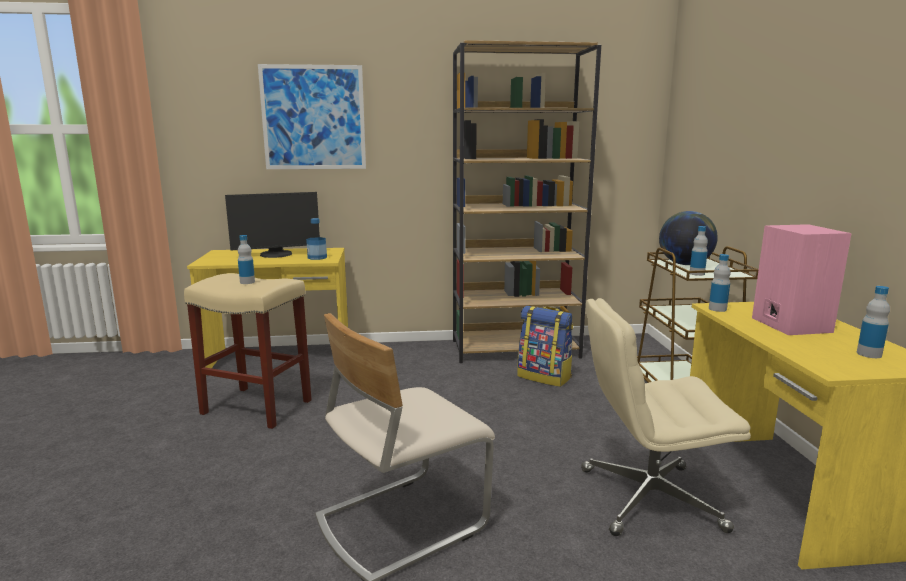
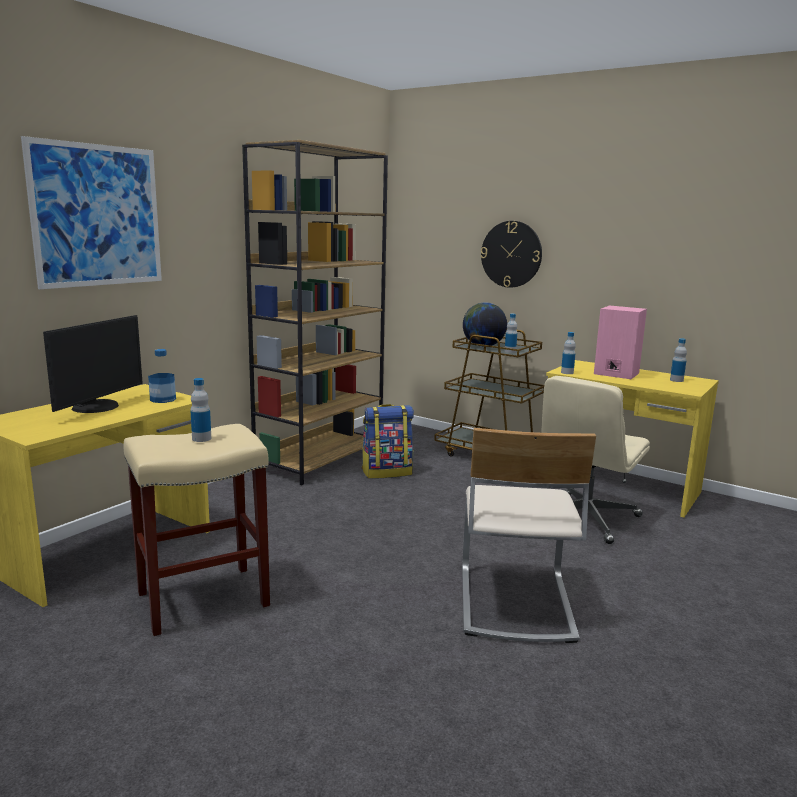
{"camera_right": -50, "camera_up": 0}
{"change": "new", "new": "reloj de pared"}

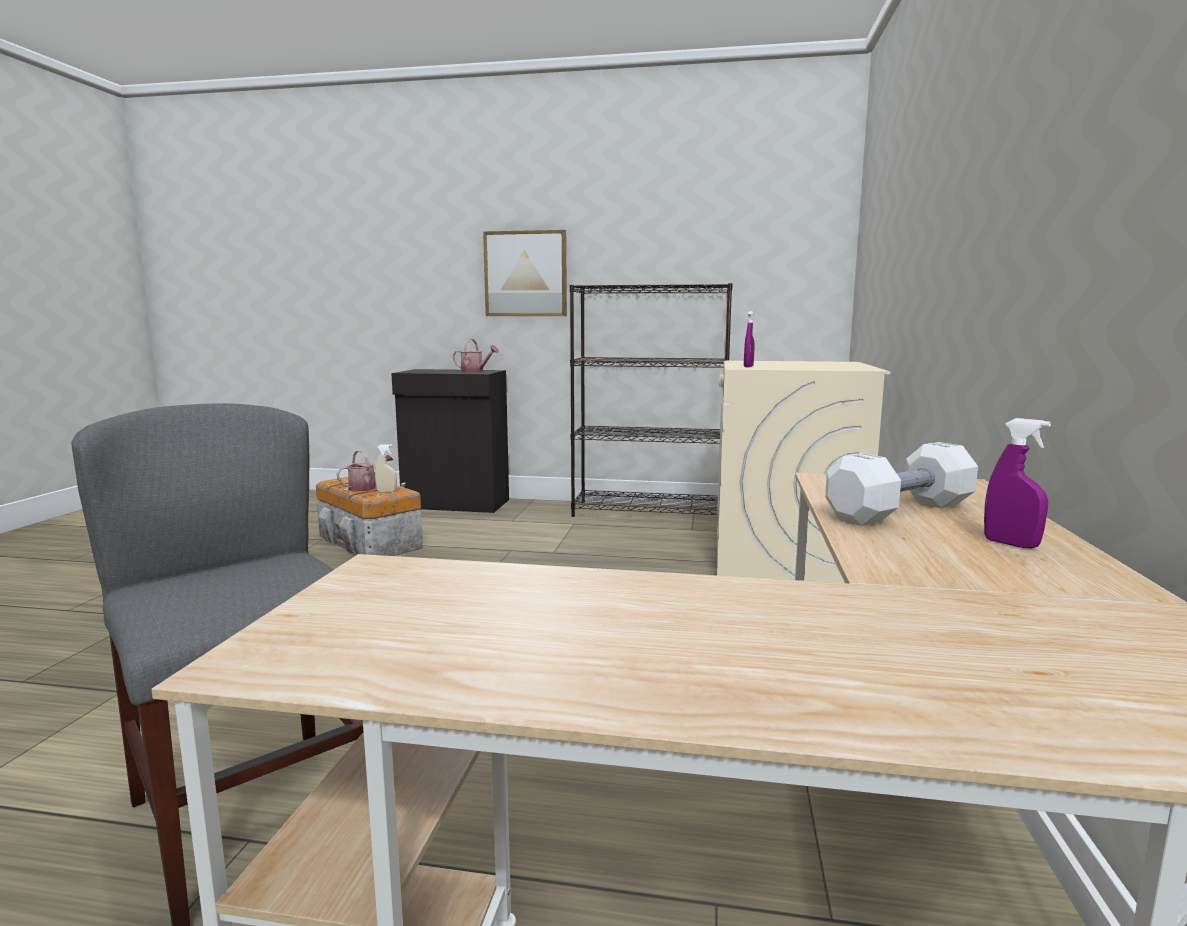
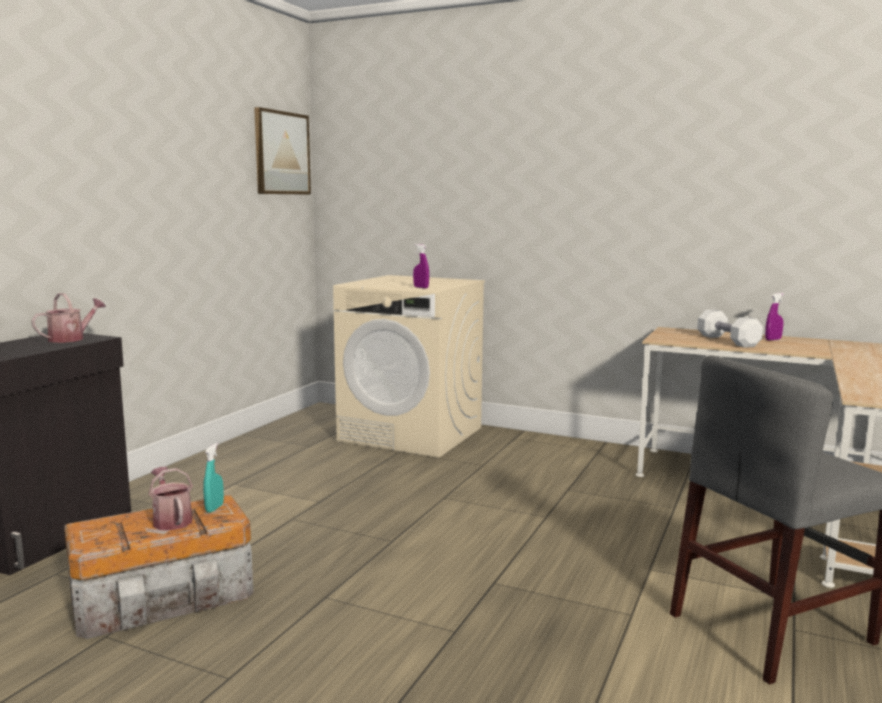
{"camera_right": -75, "camera_up": 0}
{"change": "repainted", "old": "pulverizador (beis)", "new": "pulverizador (turquesa)"}
{"change": "shifted", "old": "cuadro"}
{"change": "gone", "old": "estantería (negro)"}

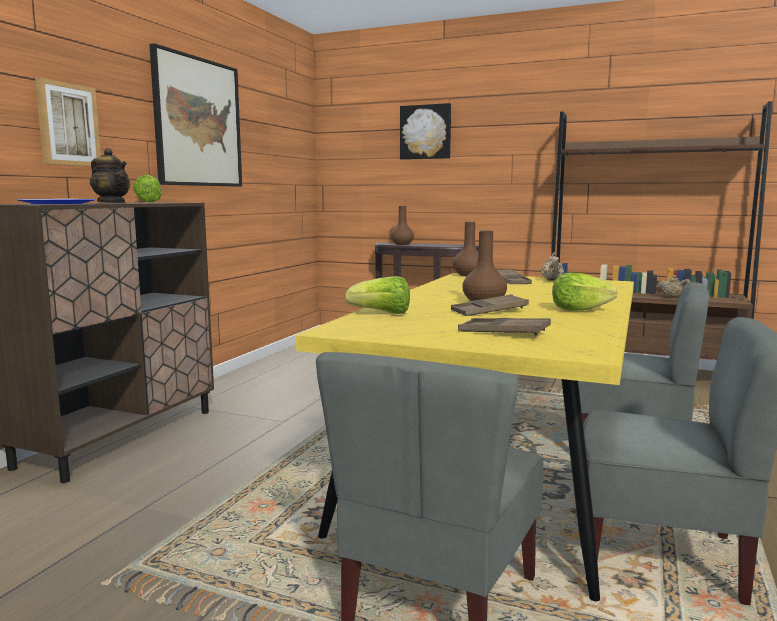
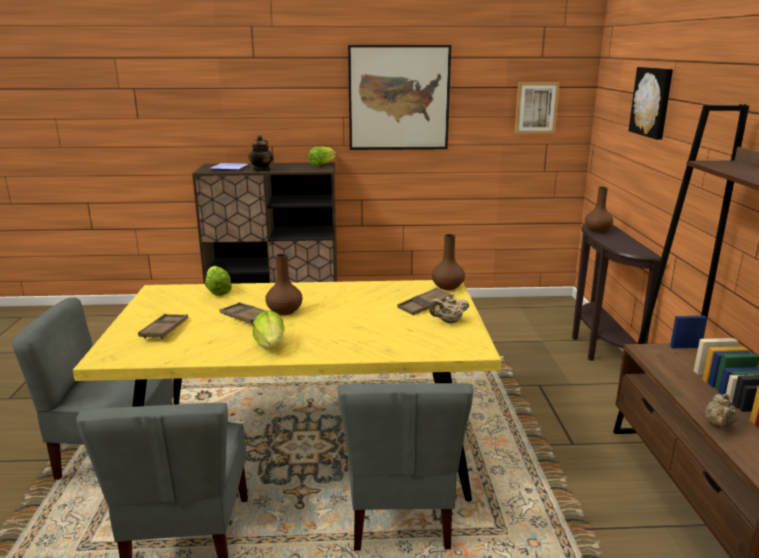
{"camera_right": 65, "camera_up": 10}
{"change": "shifted", "old": "cuadro (no. 1 from left in the first image)", "new": "cuadro (no. 2 from left)"}

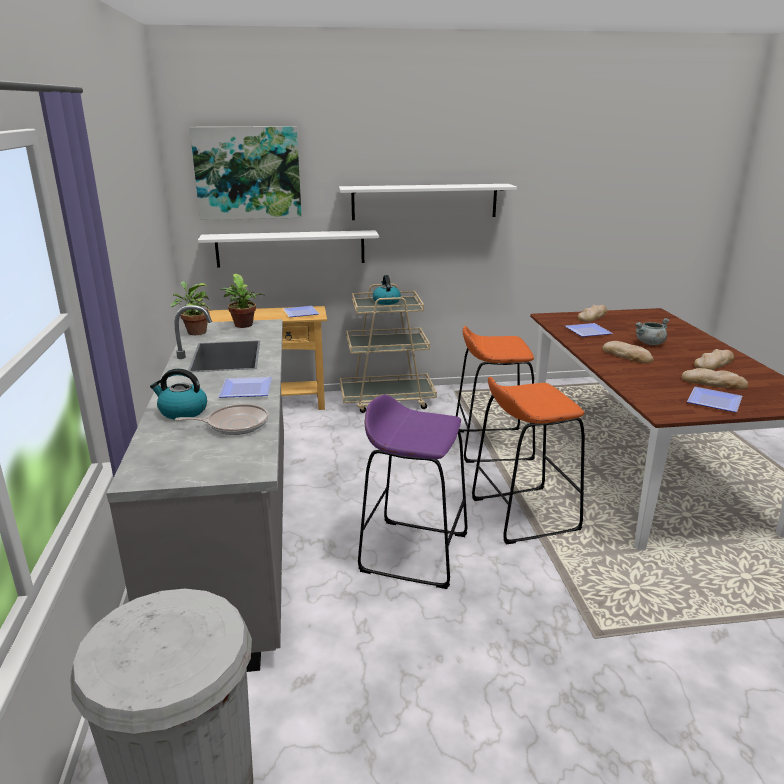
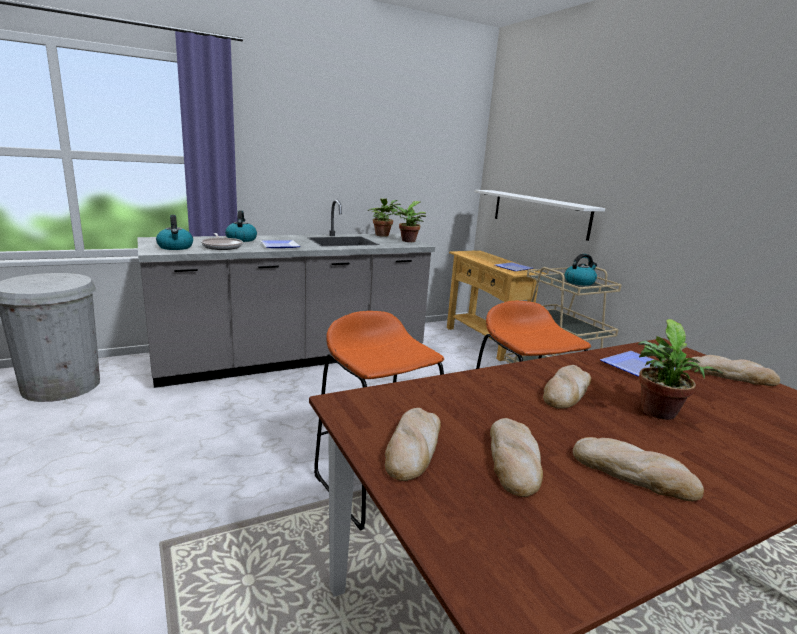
{"camera_right": 70, "camera_up": -5}
{"change": "gone", "old": "cuadro"}
{"change": "gone", "old": "estante (blanco) (no. 2 from left)"}
{"change": "gone", "old": "taburete (morado)"}
{"change": "swapped", "old": "olla (gris)", "new": "planta en maceta (no. 3 from left)"}
{"change": "swapped", "old": "plato (no. 4 from left)", "new": "pan (no. 1 from left)"}
{"change": "new", "new": "hervidor (no. 1 from left)"}

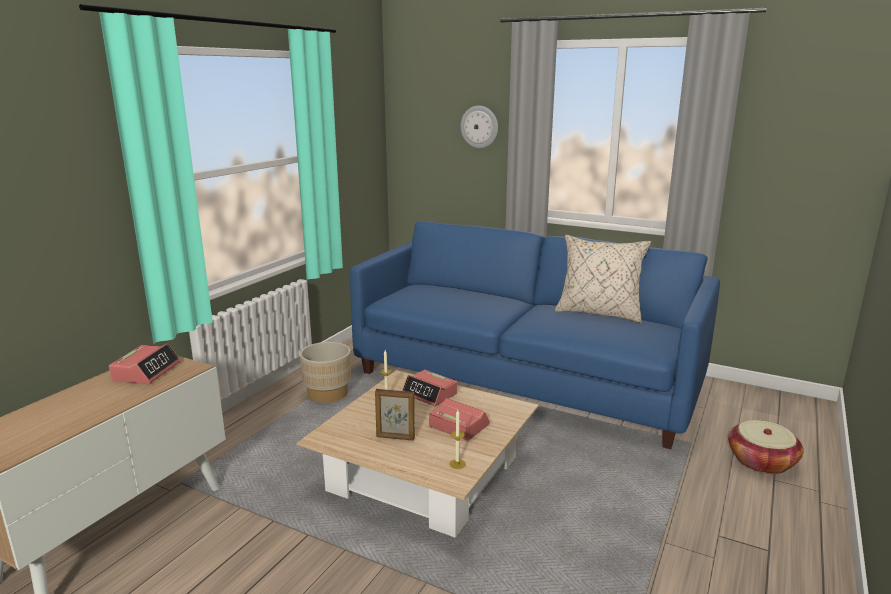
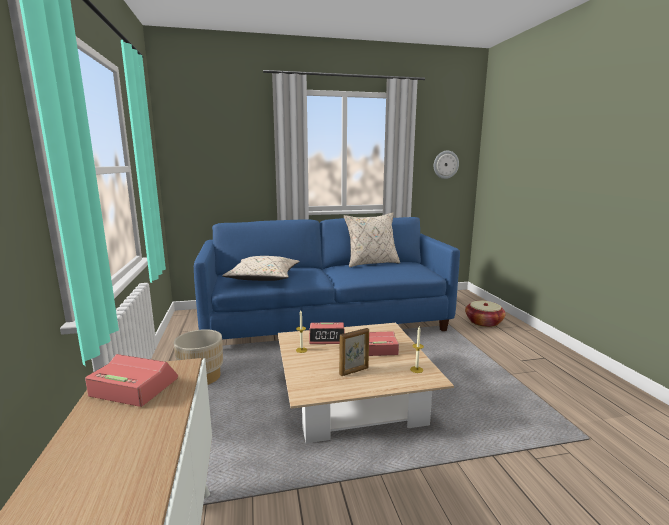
{"camera_right": -40, "camera_up": -5}
{"change": "rotated", "old": "despertador (no. 1 from left)", "degrees": -45}
{"change": "shifted", "old": "reloj de pared"}
{"change": "new", "new": "cojín (beis) (no. 1 from left)"}

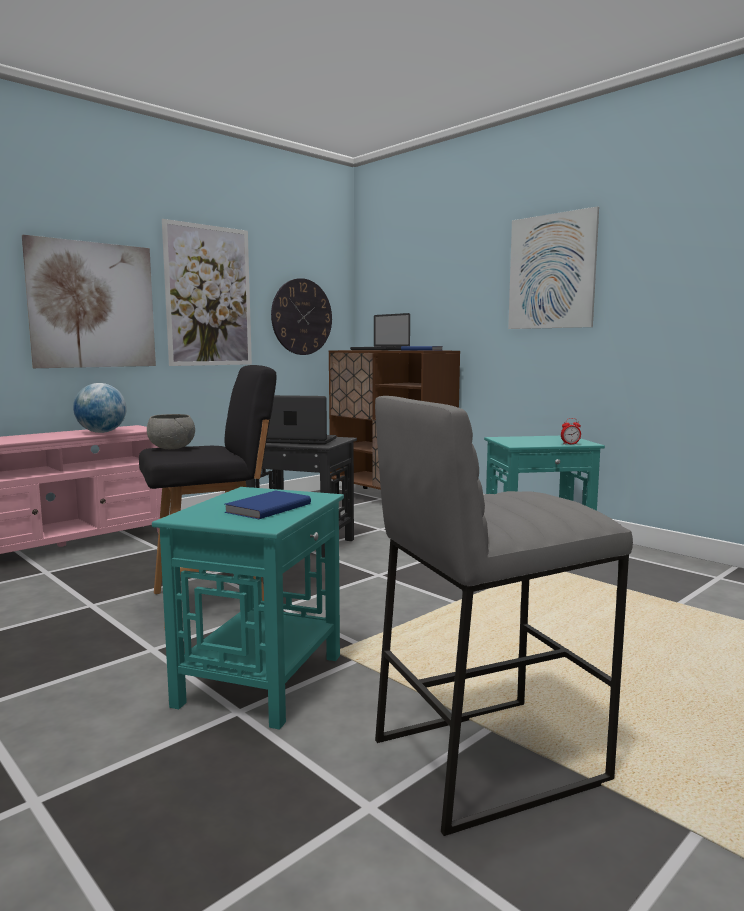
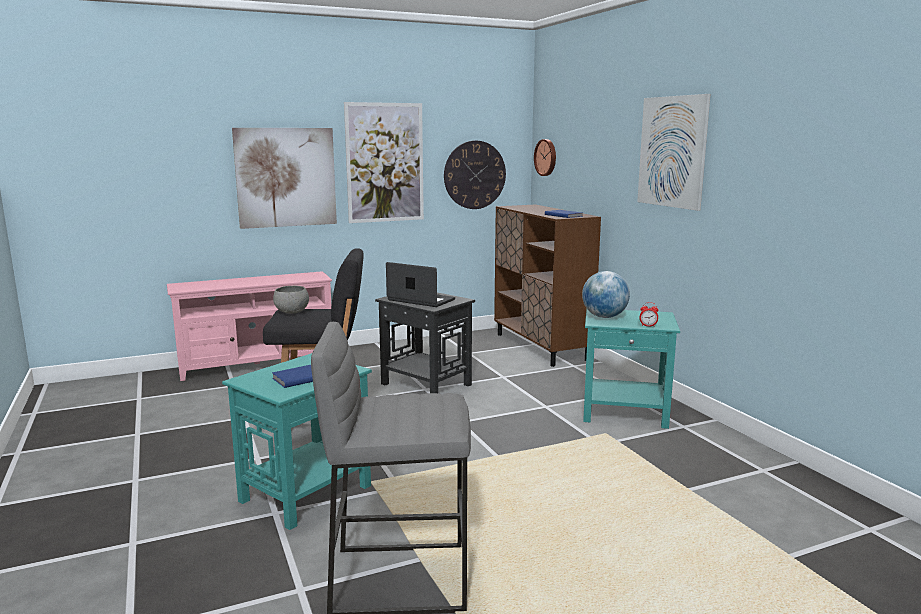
{"camera_right": 20, "camera_up": 5}
{"change": "shifted", "old": "globo terráqueo"}
{"change": "gone", "old": "portátil (no. 2 from left)"}
{"change": "new", "new": "reloj de pared (no. 2 from left)"}

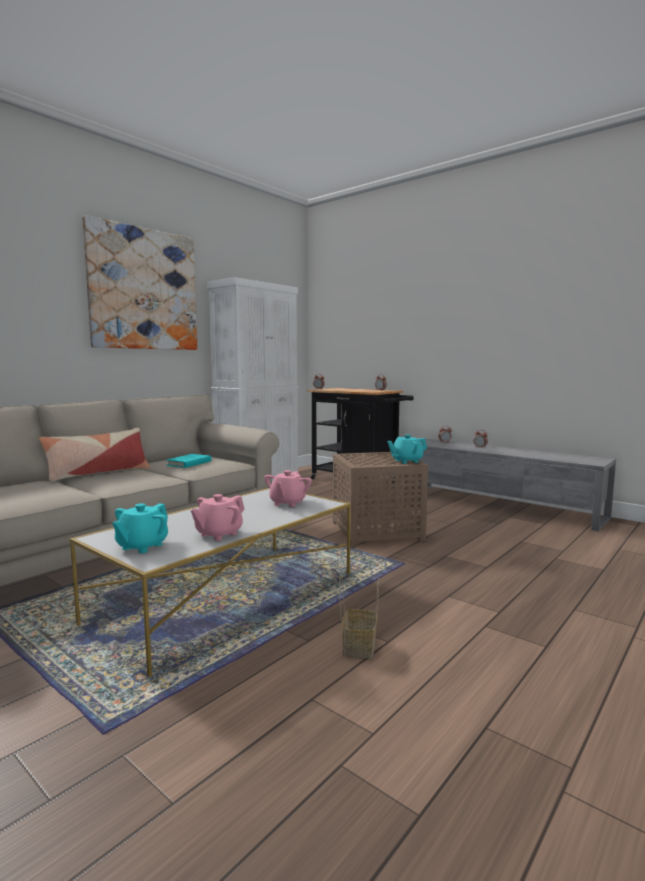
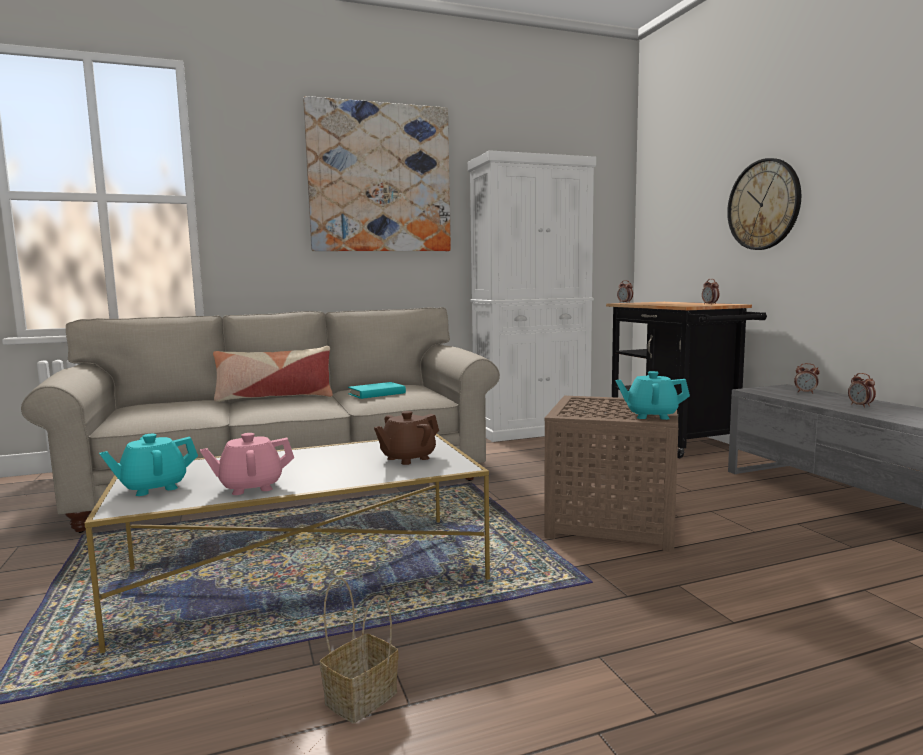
{"camera_right": 30, "camera_up": 0}
{"change": "repainted", "old": "tetera (rosa) (no. 2 from left)", "new": "tetera (marrón)"}
{"change": "new", "new": "reloj de pared"}

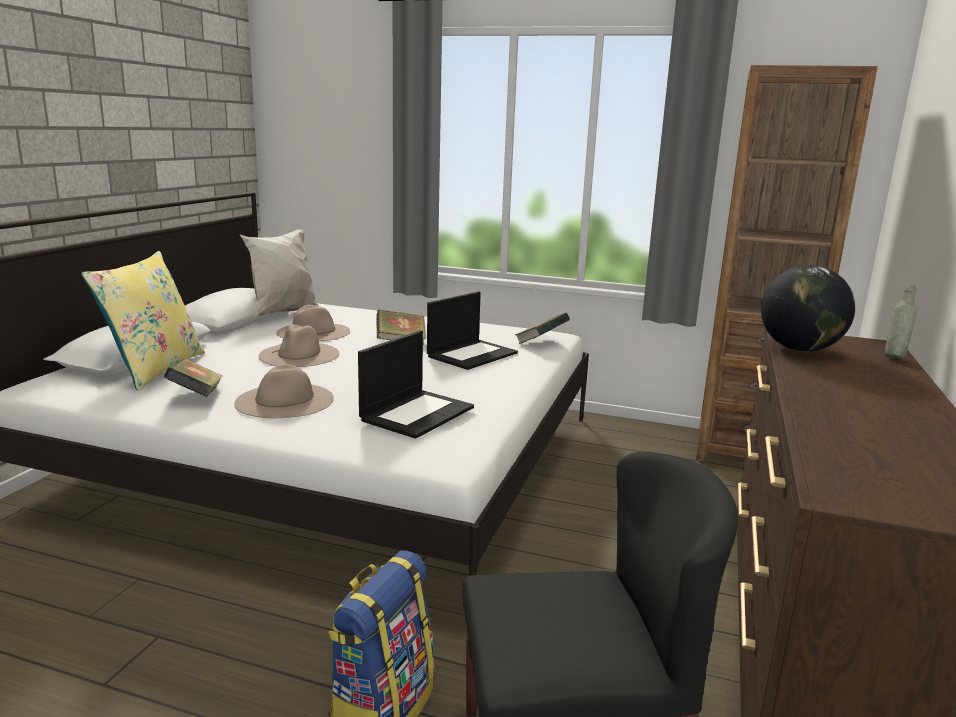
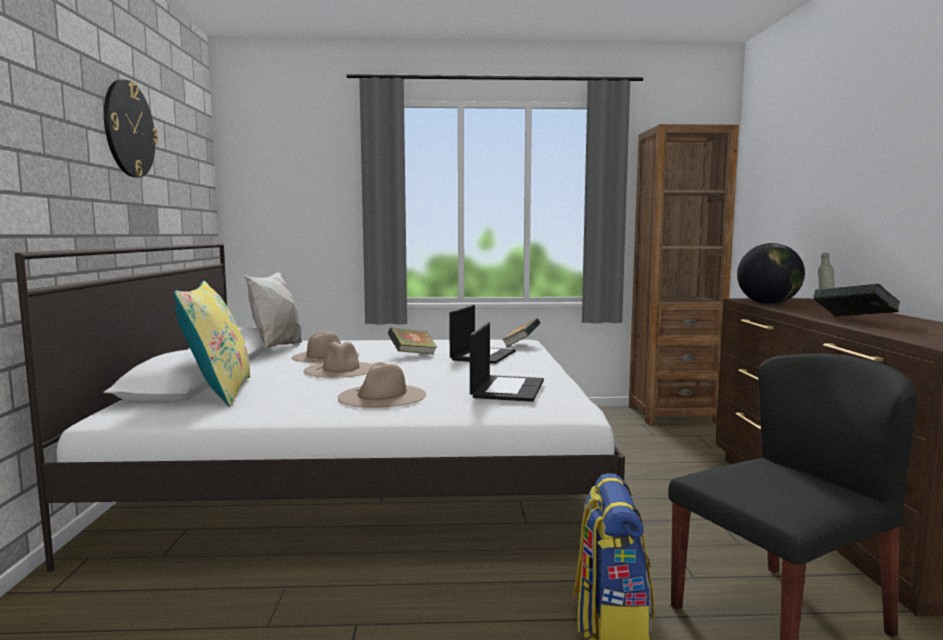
{"camera_right": -20, "camera_up": -10}
{"change": "shifted", "old": "libro (no. 1 from left in the first image)", "new": "libro (no. 3 from left)"}
{"change": "new", "new": "reloj de pared"}

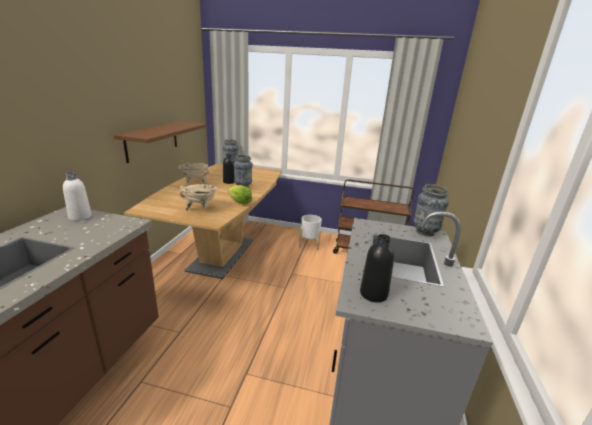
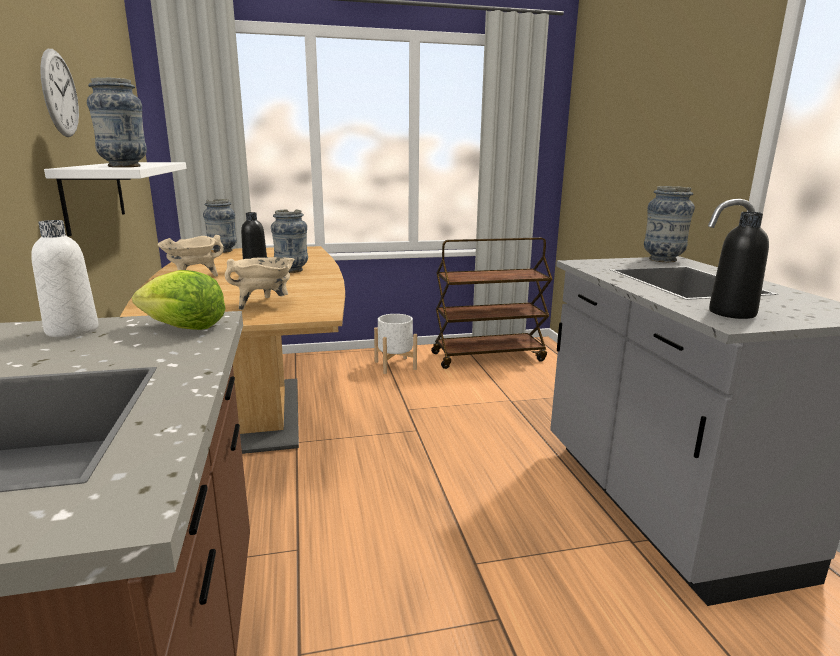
{"camera_right": -25, "camera_up": -5}
{"change": "repainted", "old": "estante (marrón)", "new": "estante (blanco)"}
{"change": "shifted", "old": "lechuga"}
{"change": "new", "new": "reloj de pared"}
{"change": "new", "new": "florero (no. 1 from left)"}

